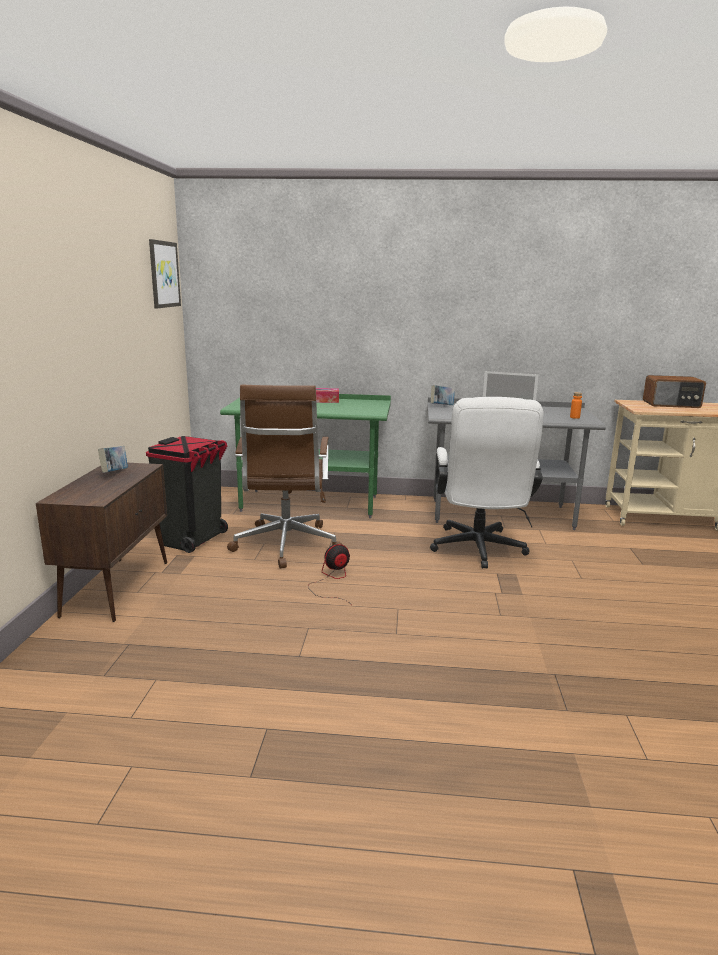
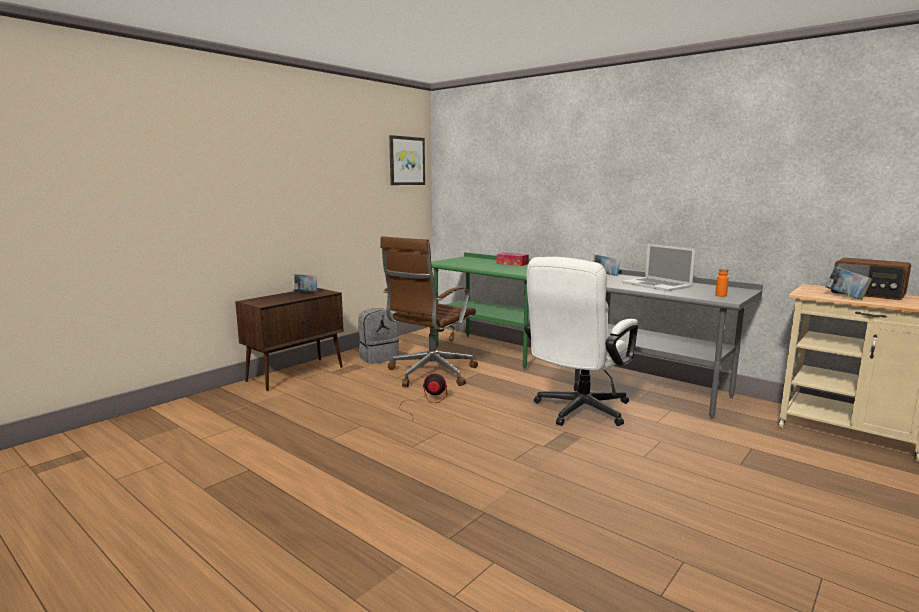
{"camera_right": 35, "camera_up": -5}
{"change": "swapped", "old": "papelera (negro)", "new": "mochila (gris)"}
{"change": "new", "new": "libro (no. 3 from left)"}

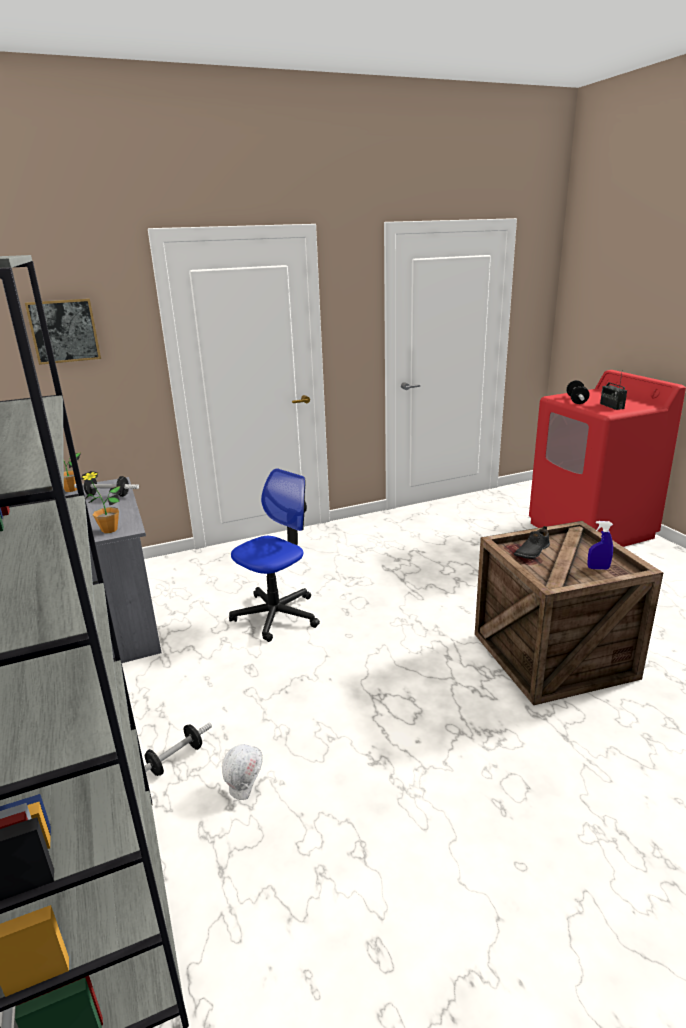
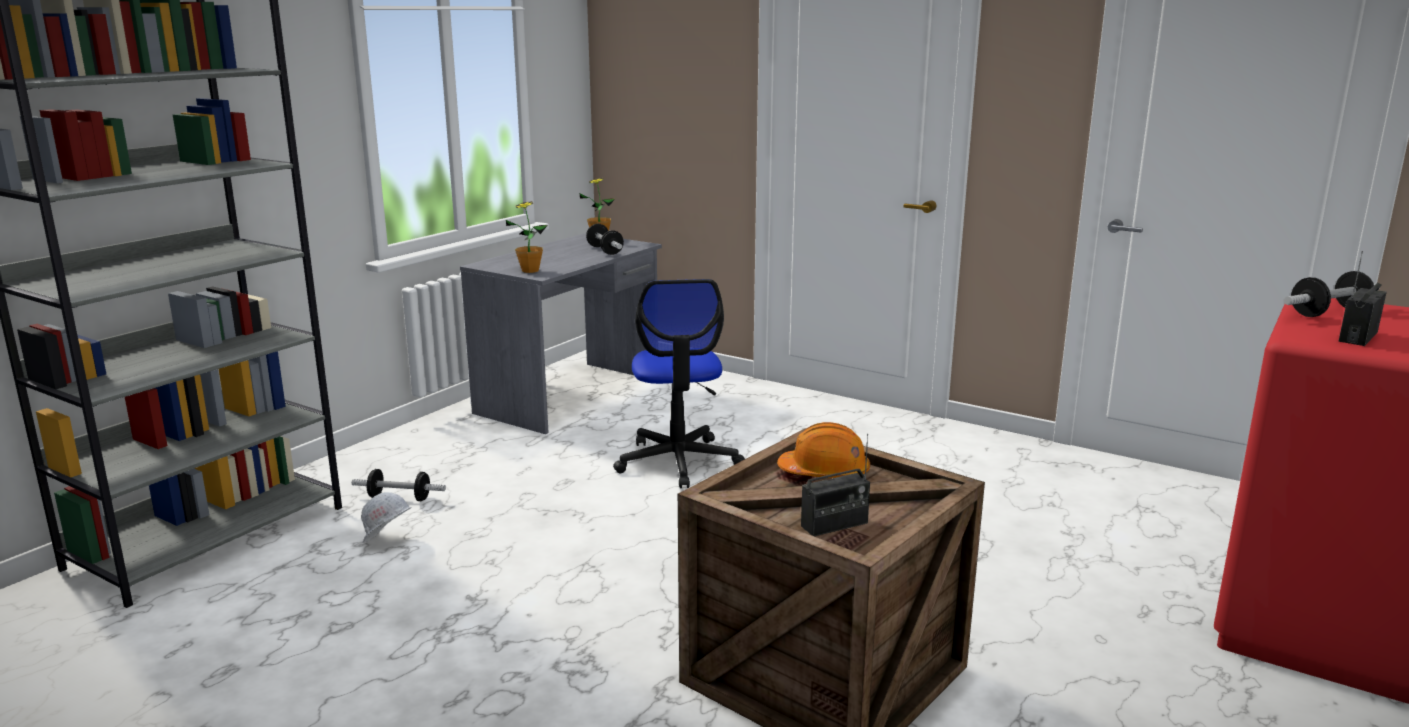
{"camera_right": 55, "camera_up": -5}
{"change": "gone", "old": "cuadro"}
{"change": "rotated", "old": "silla de oficina", "degrees": 75}
{"change": "swapped", "old": "zapato (negro)", "new": "casco (naranja)"}
{"change": "swapped", "old": "pulverizador (azul)", "new": "radio (no. 1 from left)"}

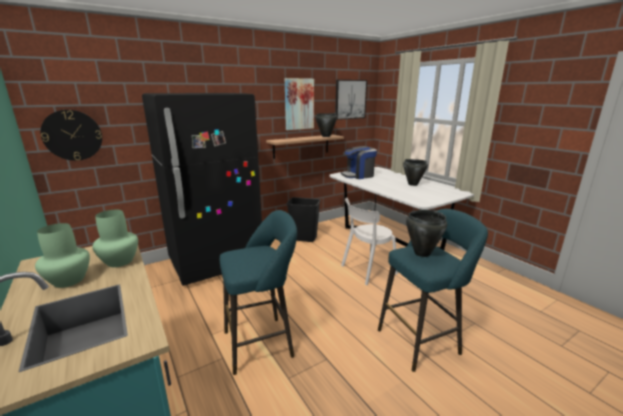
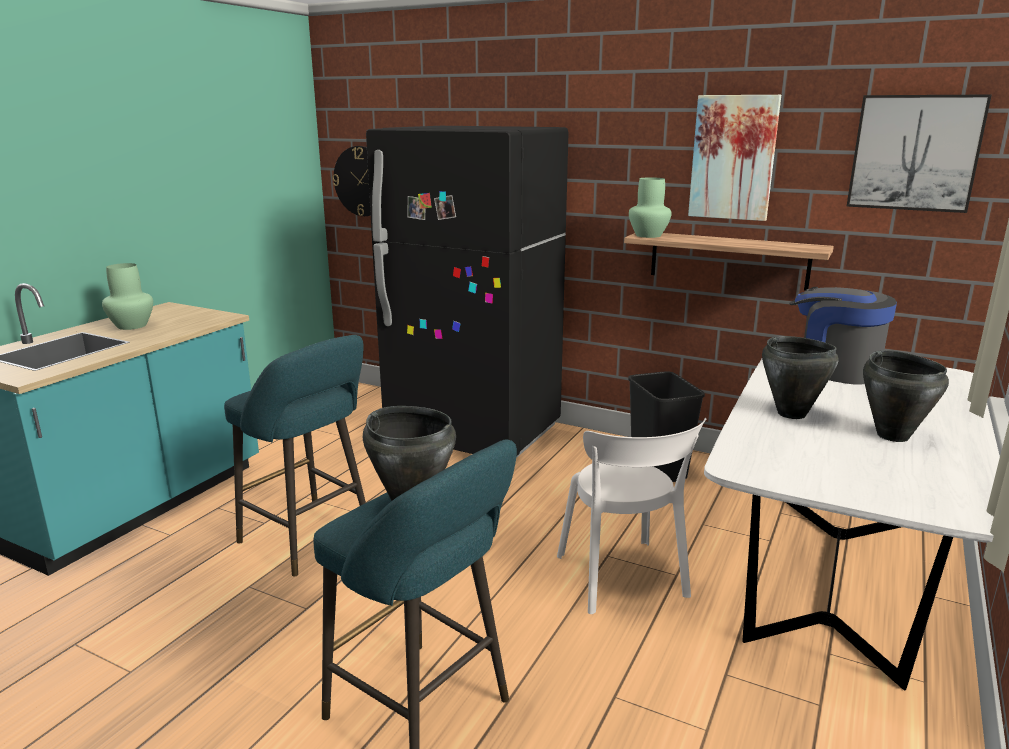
{"camera_right": 60, "camera_up": 0}
{"change": "shifted", "old": "florero (verde) (no. 2 from left)"}
{"change": "shifted", "old": "olla (negro) (no. 1 from left in the first image)", "new": "olla (negro) (no. 2 from left)"}
{"change": "rotated", "old": "silla (blanco)", "degrees": -135}

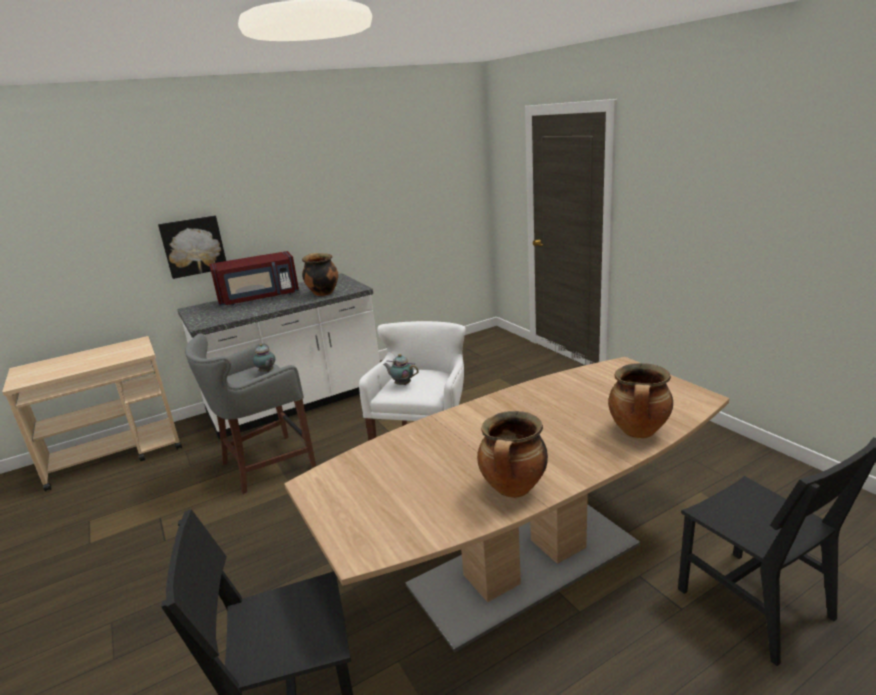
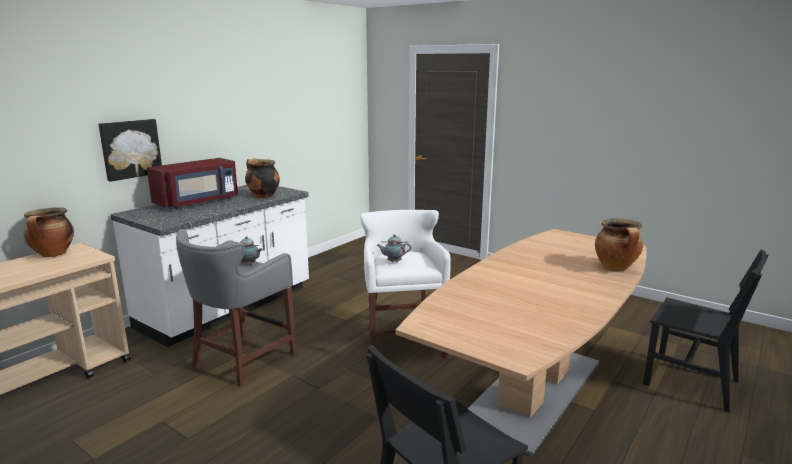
{"camera_right": -25, "camera_up": -5}
{"change": "shifted", "old": "olla (no. 2 from left in the first image)", "new": "olla (no. 1 from left)"}

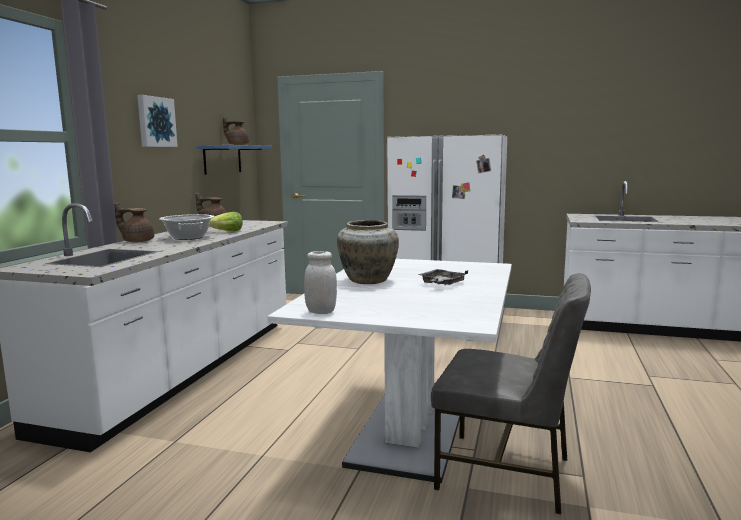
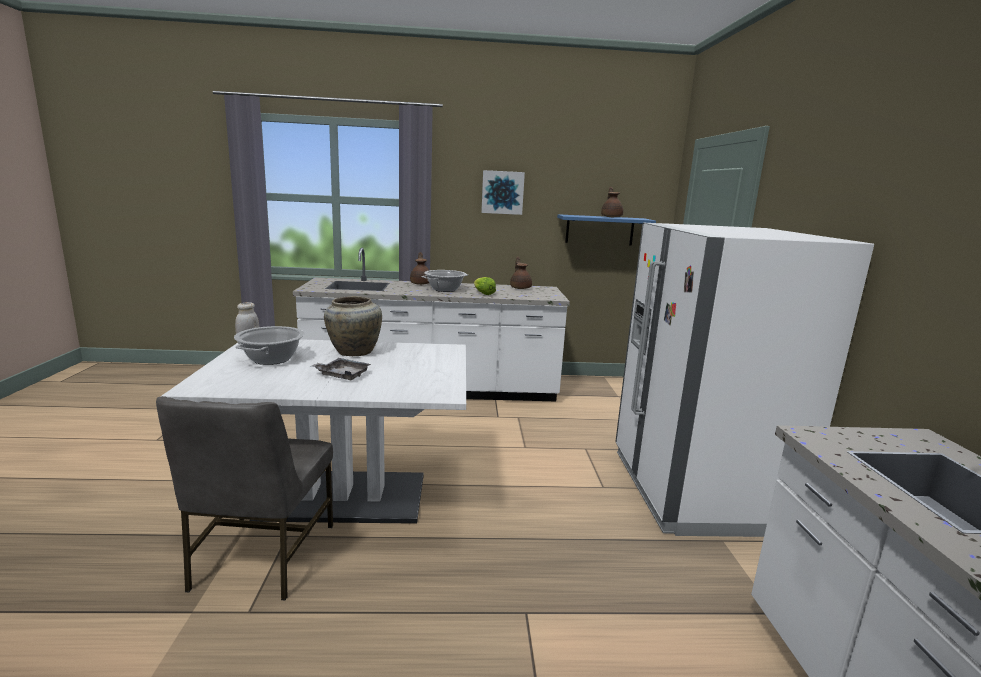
{"camera_right": 70, "camera_up": 5}
{"change": "new", "new": "olla (no. 1 from left)"}

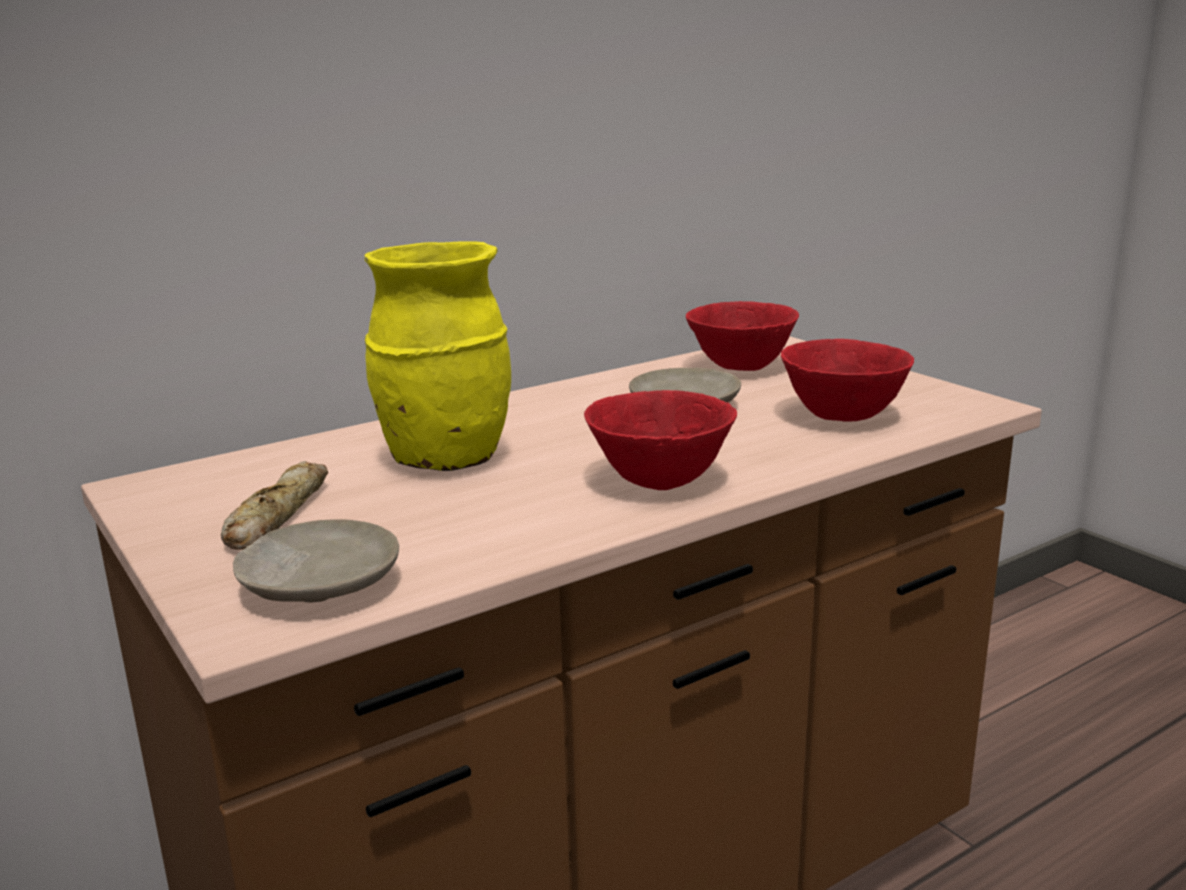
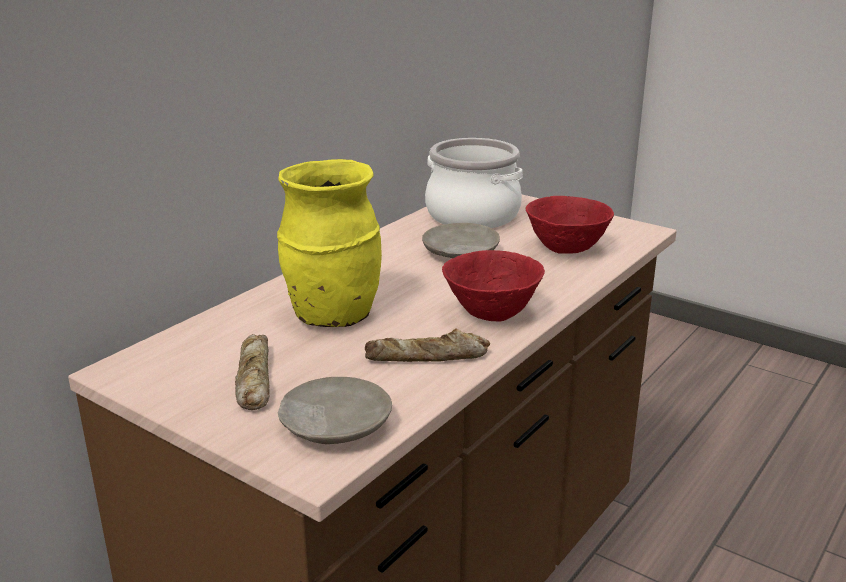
{"camera_right": -20, "camera_up": 5}
{"change": "swapped", "old": "cuenco (rojo) (no. 2 from left)", "new": "olla"}
{"change": "new", "new": "pan (no. 2 from left)"}

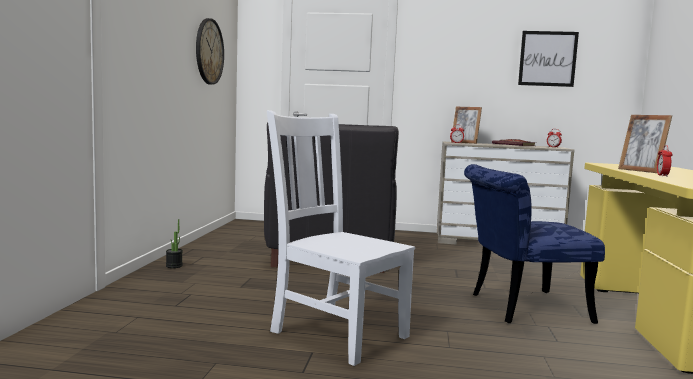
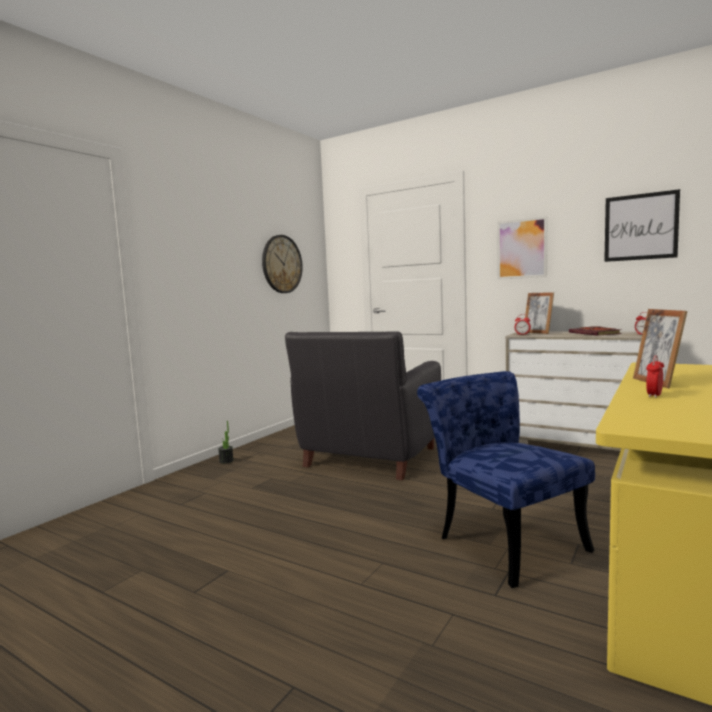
{"camera_right": 25, "camera_up": 0}
{"change": "gone", "old": "silla (blanco)"}
{"change": "rotated", "old": "silla (azul)", "degrees": 45}
{"change": "new", "new": "cuadro (no. 1 from left)"}

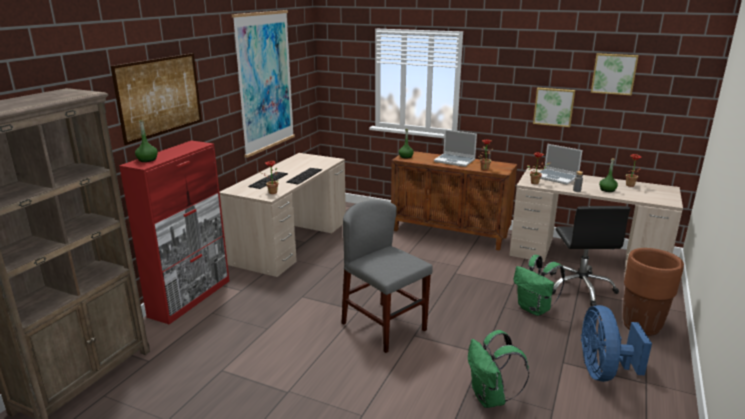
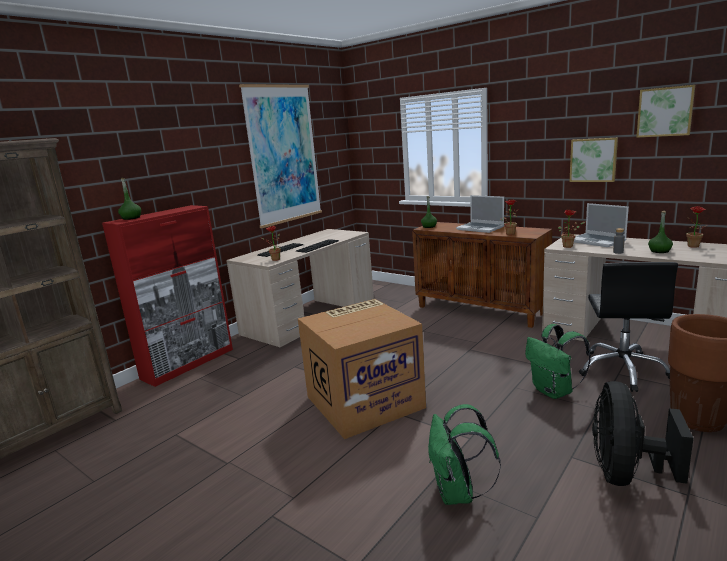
{"camera_right": 15, "camera_up": -5}
{"change": "gone", "old": "cuadro (no. 1 from left)"}
{"change": "swapped", "old": "silla (gris)", "new": "caja de cartón"}
{"change": "repainted", "old": "ventilador (azul)", "new": "ventilador (negro)"}

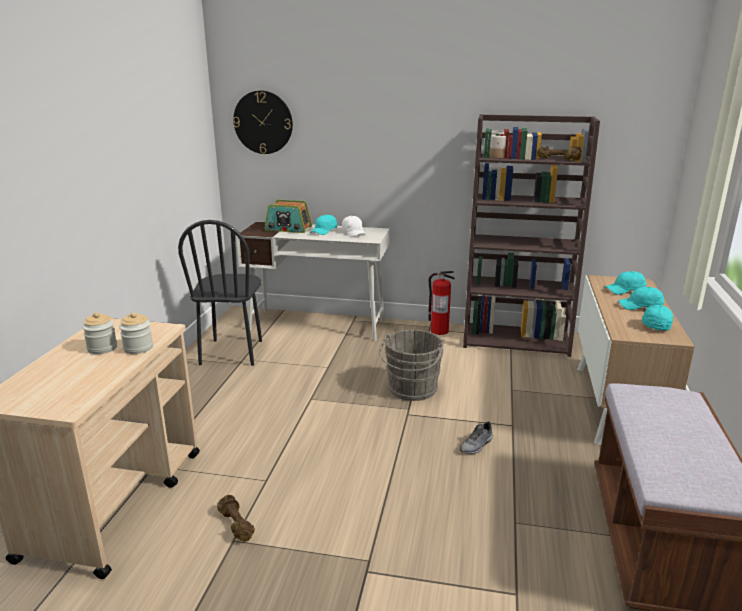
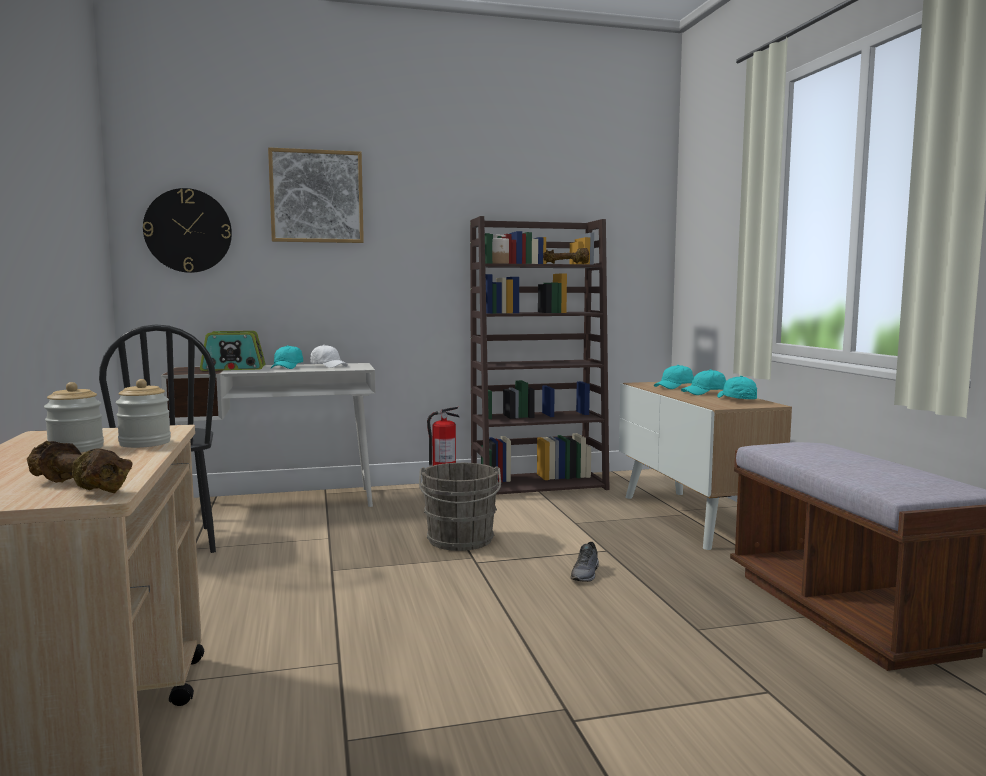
{"camera_right": -25, "camera_up": -15}
{"change": "shifted", "old": "mancuerna (marrón) (no. 1 from left)"}
{"change": "new", "new": "cuadro"}

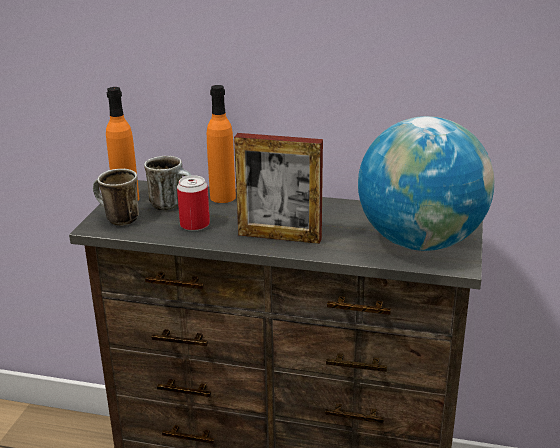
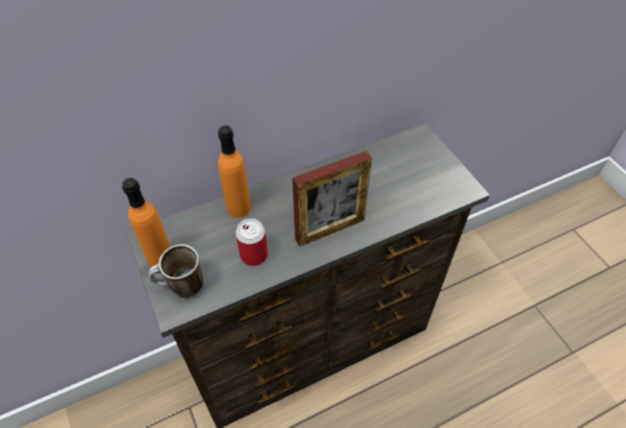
{"camera_right": -40, "camera_up": 25}
{"change": "gone", "old": "taza grande (no. 2 from left)"}
{"change": "gone", "old": "globo terráqueo"}

